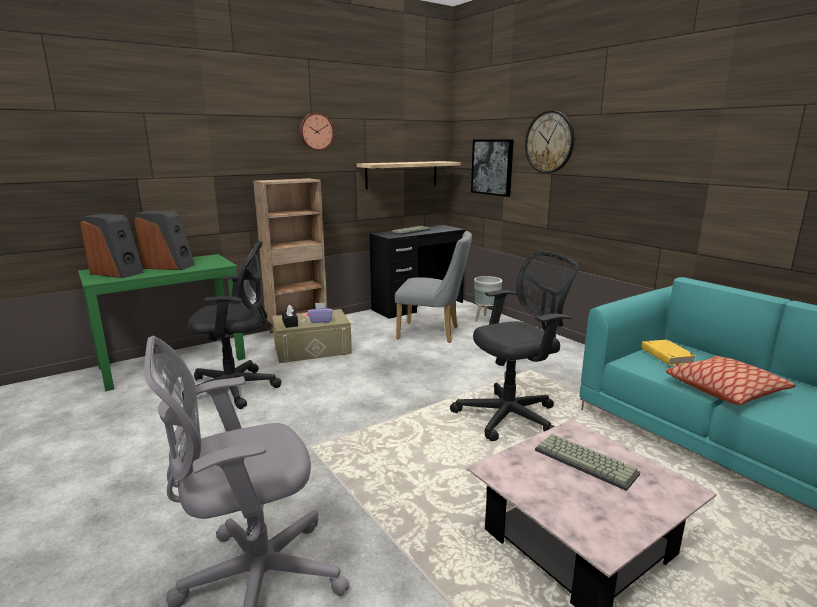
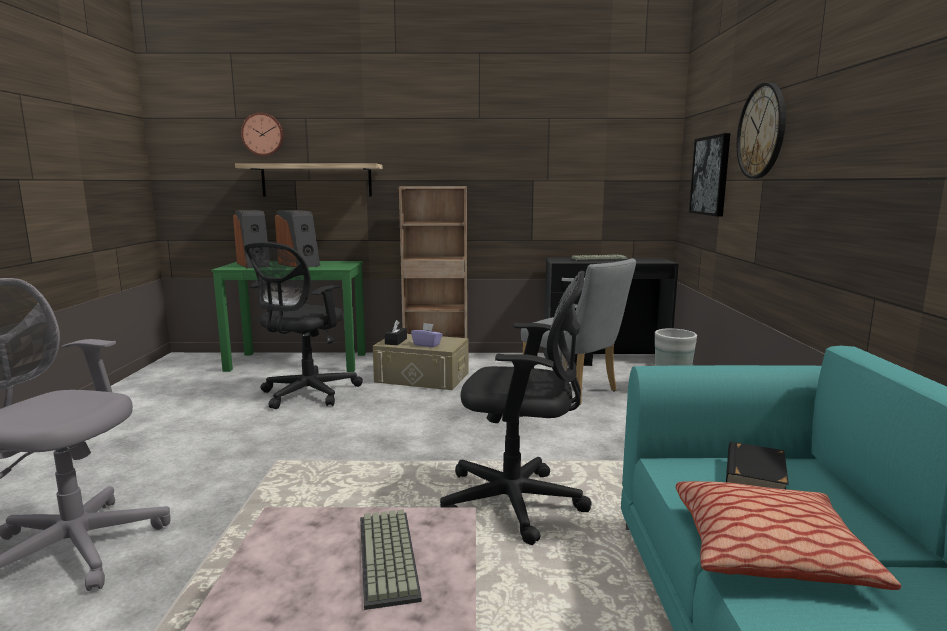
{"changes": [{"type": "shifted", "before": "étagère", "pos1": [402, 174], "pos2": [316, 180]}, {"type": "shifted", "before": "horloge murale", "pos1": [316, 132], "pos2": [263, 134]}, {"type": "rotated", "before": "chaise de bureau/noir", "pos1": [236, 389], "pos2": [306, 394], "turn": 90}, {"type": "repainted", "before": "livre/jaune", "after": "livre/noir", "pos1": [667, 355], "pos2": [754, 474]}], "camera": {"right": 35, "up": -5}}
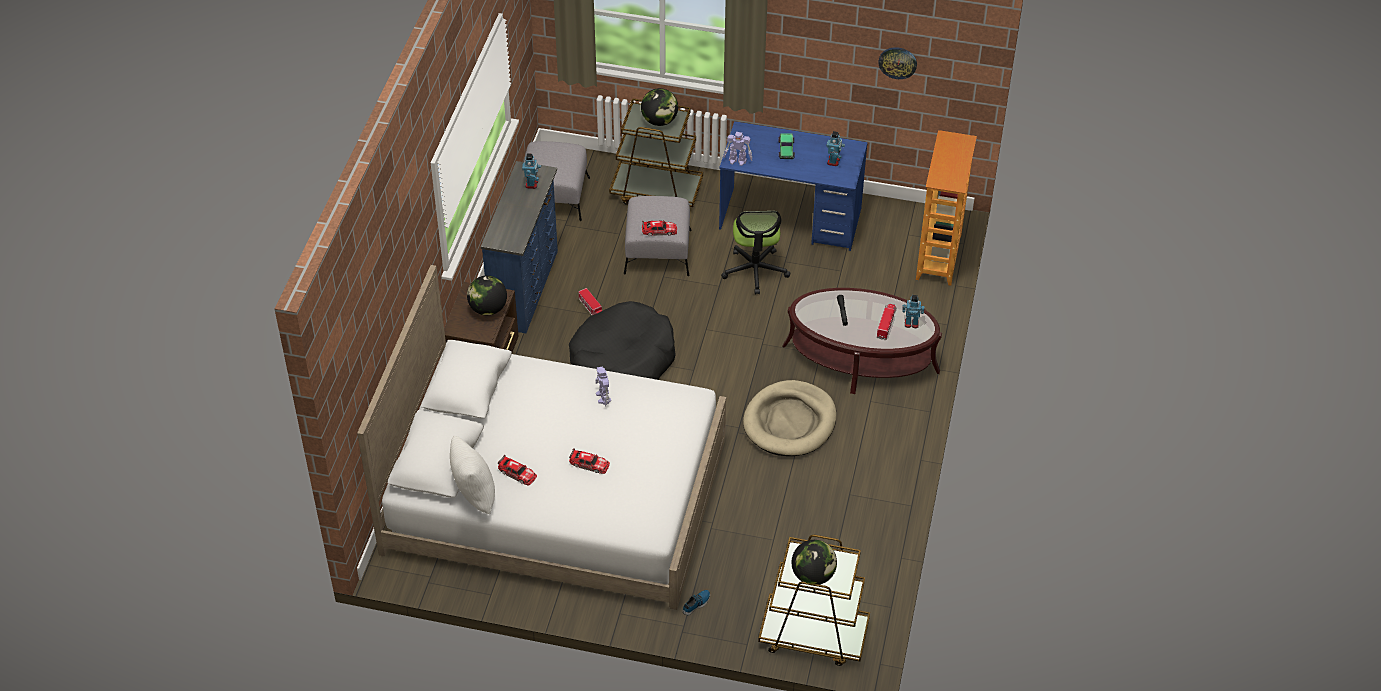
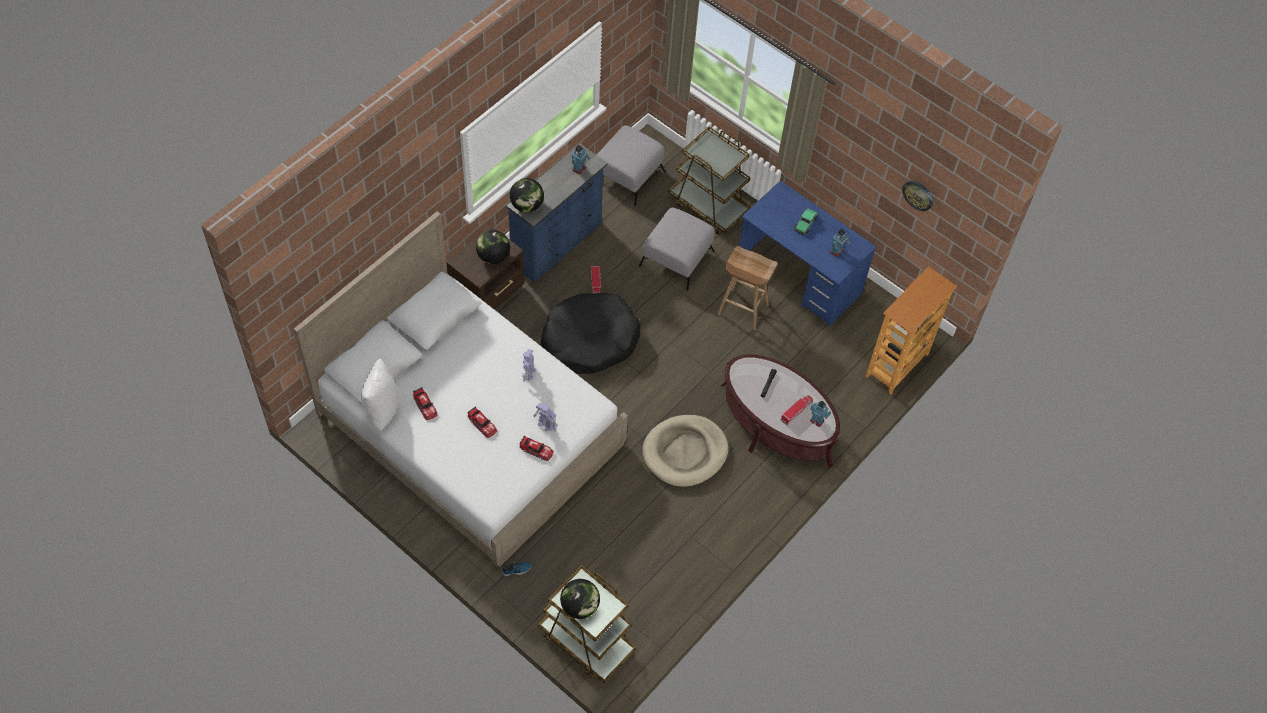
{"changes": [{"type": "shifted", "before": "globe", "pos1": [659, 121], "pos2": [527, 205]}, {"type": "shifted", "before": "petite voiture", "pos1": [659, 230], "pos2": [536, 450]}, {"type": "shifted", "before": "robot jouet", "pos1": [738, 161], "pos2": [546, 425]}, {"type": "swapped", "before": "chaise de bureau", "after": "tabouret/marron", "pos1": [755, 270], "pos2": [742, 309]}], "camera": {"right": 25, "up": 10}}
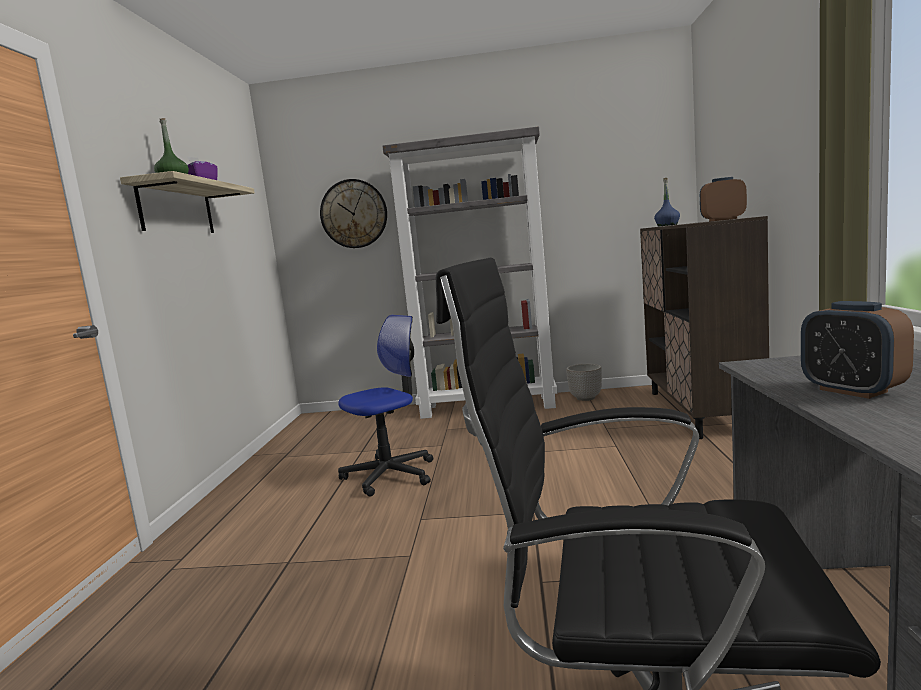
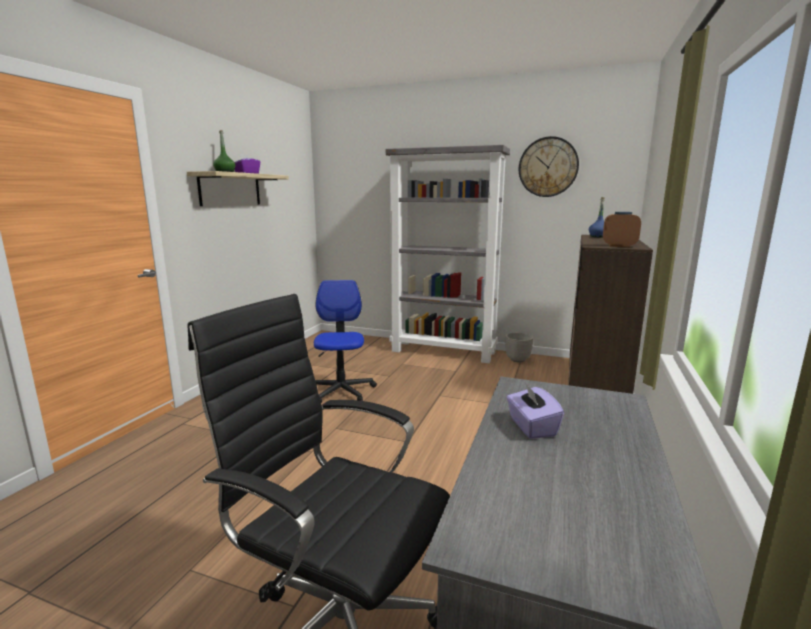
{"changes": [{"type": "rotated", "before": "chaise de bureau", "pos1": [390, 475], "pos2": [341, 391], "turn": -75}, {"type": "swapped", "before": "réveil", "after": "boîte à mouchoirs/violet", "pos1": [852, 391], "pos2": [531, 427]}, {"type": "shifted", "before": "horloge murale", "pos1": [354, 214], "pos2": [548, 167]}], "camera": {"right": 15, "up": 5}}
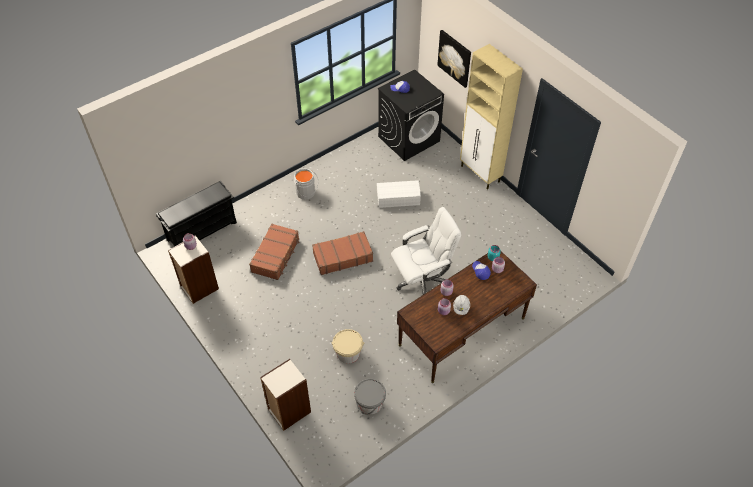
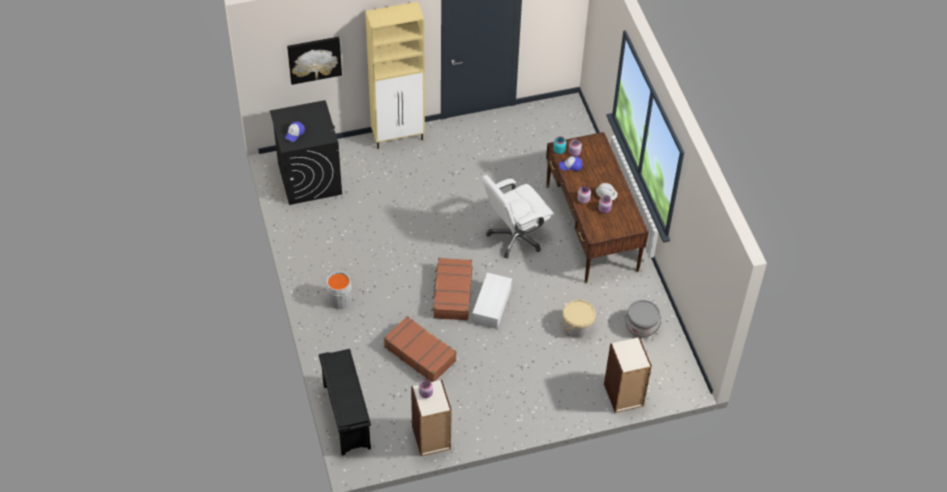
{"changes": [{"type": "shifted", "before": "boîte de rangement/blanc", "pos1": [399, 198], "pos2": [491, 305]}, {"type": "rotated", "before": "chaise de bureau/blanc", "pos1": [422, 280], "pos2": [515, 237], "turn": -120}], "camera": {"right": -70, "up": 0}}
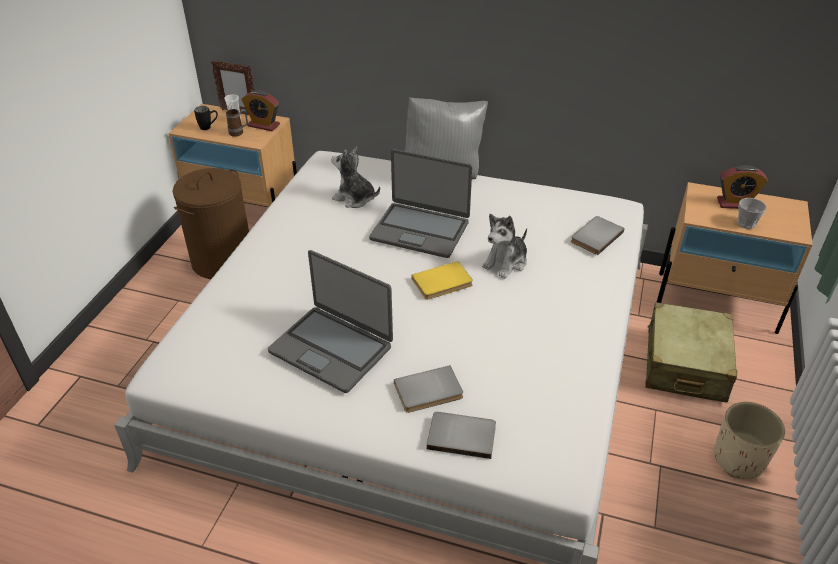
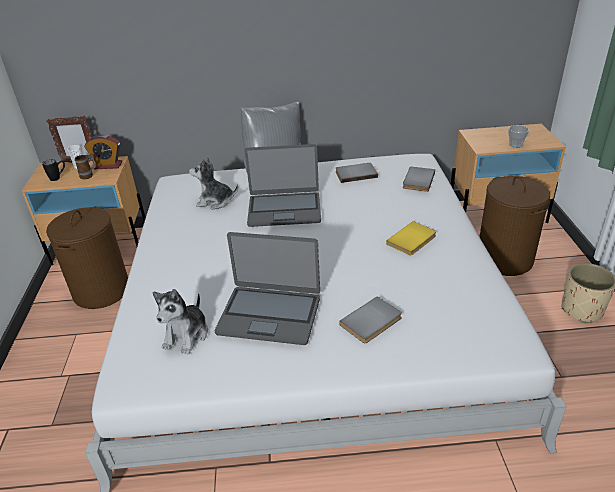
{"changes": [{"type": "shifted", "before": "peluche", "pos1": [506, 263], "pos2": [187, 335]}, {"type": "shifted", "before": "livre/gris", "pos1": [462, 435], "pos2": [355, 173]}, {"type": "shifted", "before": "livre/jaune", "pos1": [443, 283], "pos2": [413, 240]}, {"type": "swapped", "before": "valise/beige", "after": "panier à linge/marron", "pos1": [685, 364], "pos2": [504, 260]}, {"type": "gone", "before": "réveil", "pos1": [735, 203]}], "camera": {"right": -20, "up": -5}}
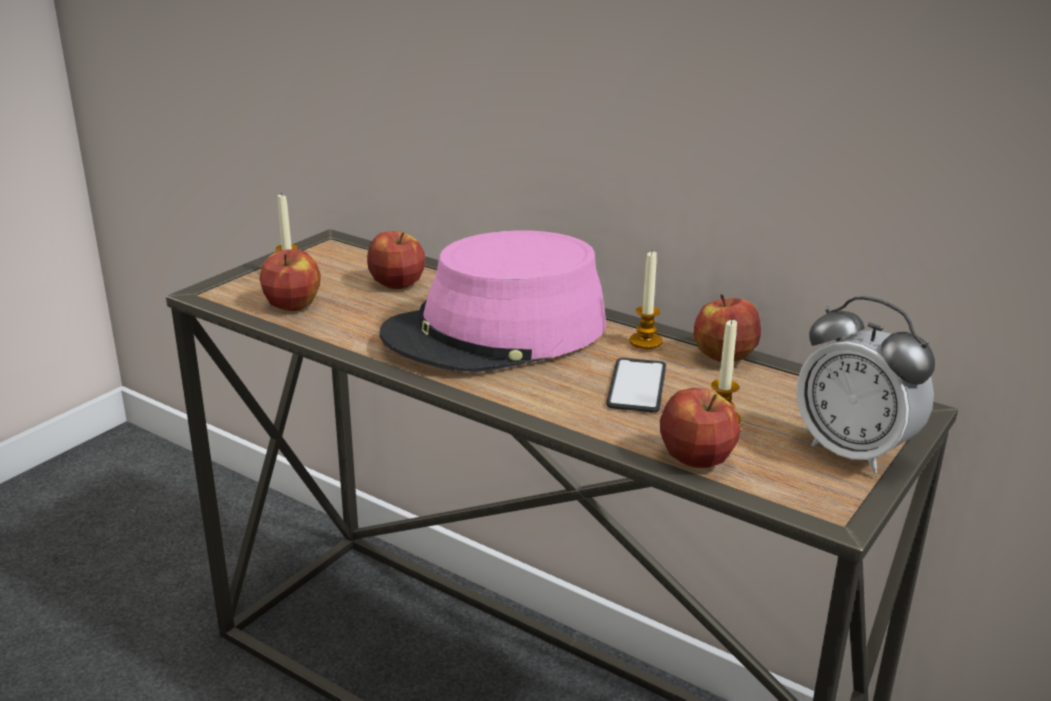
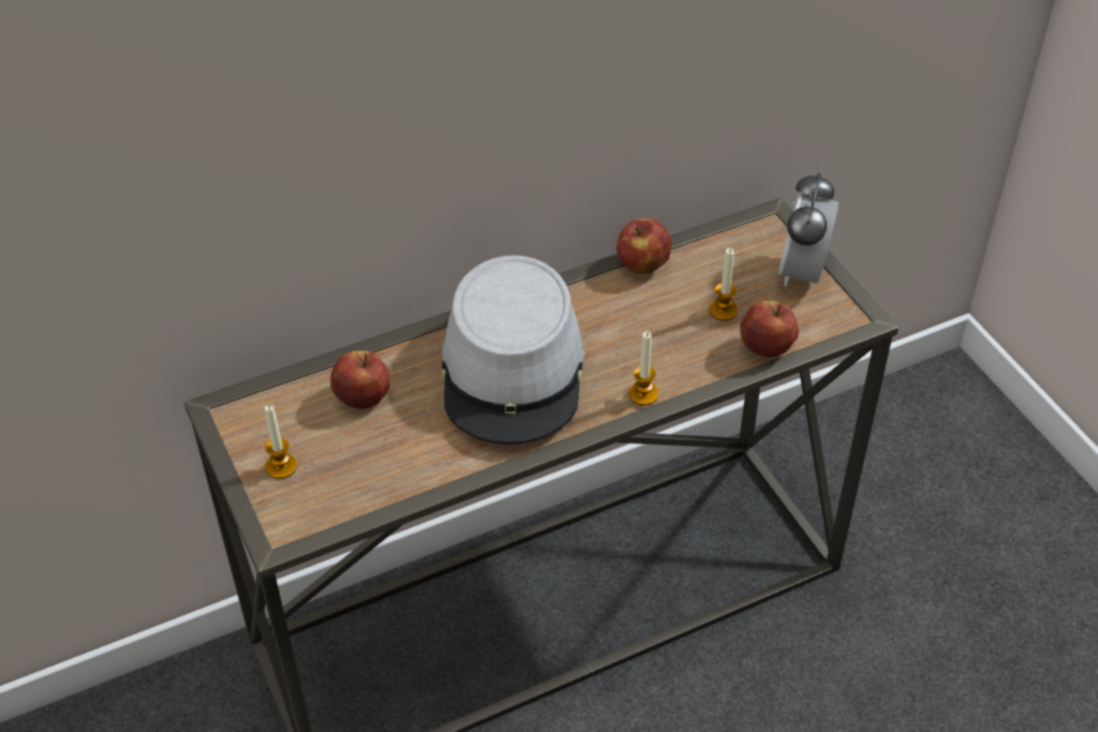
{"changes": [{"type": "repainted", "before": "chapeau/rose", "after": "chapeau/gris", "pos1": [496, 332], "pos2": [513, 370]}, {"type": "shifted", "before": "bougie", "pos1": [645, 341], "pos2": [643, 394]}, {"type": "rotated", "before": "réveil", "pos1": [853, 452], "pos2": [802, 272], "turn": 120}, {"type": "gone", "before": "pomme", "pos1": [294, 305]}, {"type": "gone", "before": "téléphone", "pos1": [637, 387]}], "camera": {"right": -60, "up": 20}}
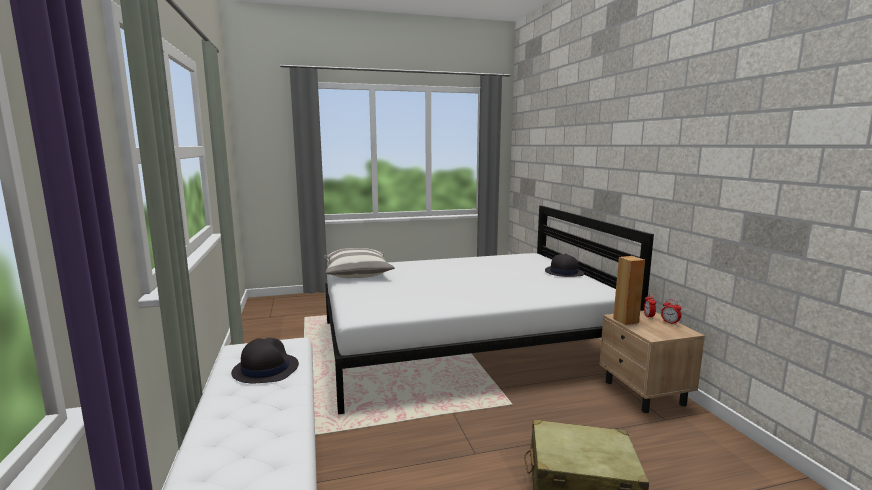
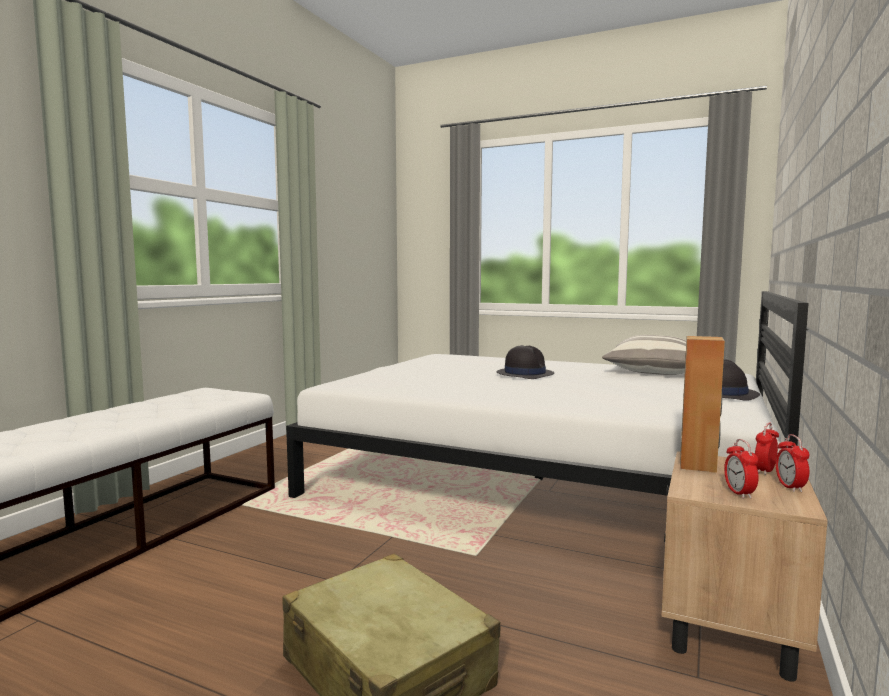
{"changes": [{"type": "shifted", "before": "chapeau/noir", "pos1": [265, 369], "pos2": [524, 374]}, {"type": "shifted", "before": "coussin", "pos1": [357, 274], "pos2": [656, 371]}, {"type": "new", "after": "réveil", "pos2": [739, 493]}], "camera": {"right": 40, "up": -5}}
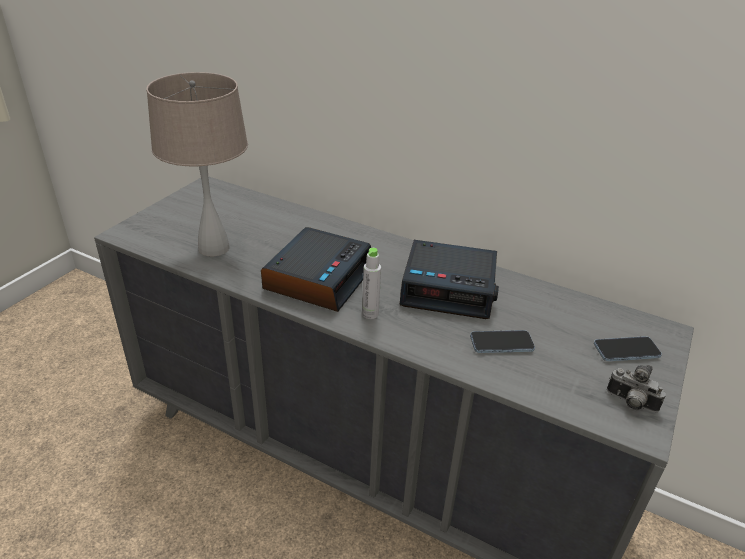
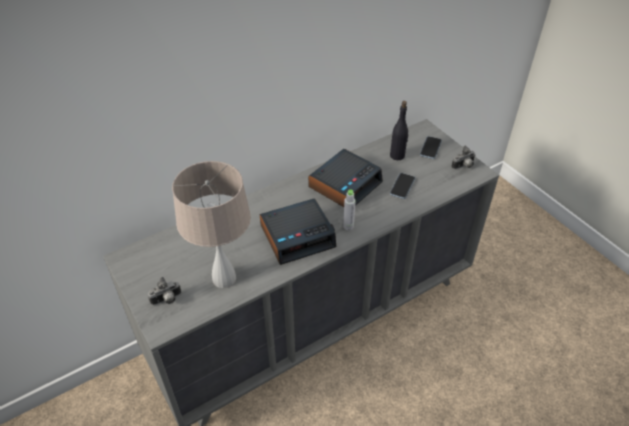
{"changes": [{"type": "new", "after": "appareil photo", "pos2": [167, 300]}, {"type": "rotated", "before": "réveil", "pos1": [319, 278], "pos2": [298, 236], "turn": 105}, {"type": "new", "after": "bouteille/noir", "pos2": [397, 155]}], "camera": {"right": -60, "up": 10}}
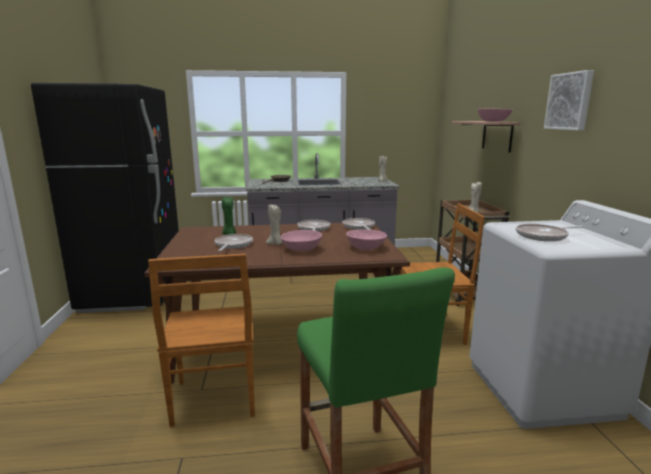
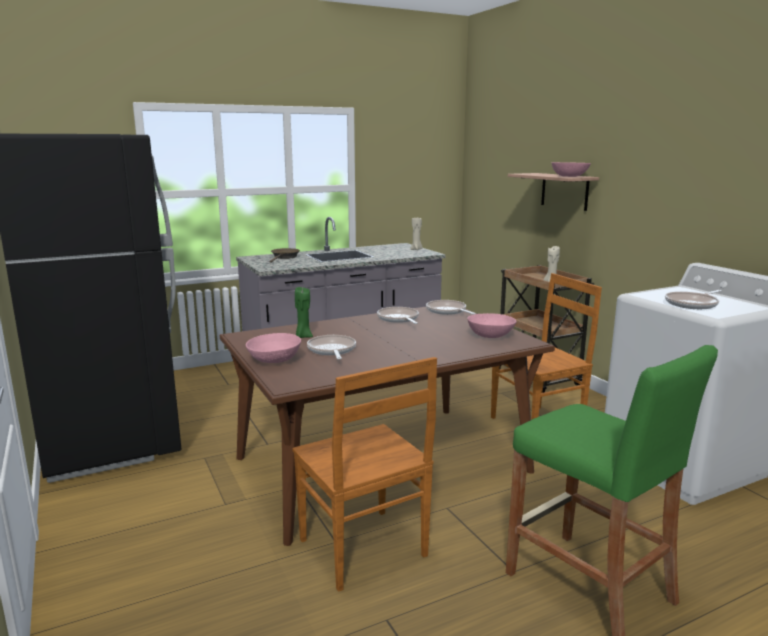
{"changes": [{"type": "shifted", "before": "bol/rose", "pos1": [301, 249], "pos2": [274, 359]}, {"type": "gone", "before": "bougie/beige", "pos1": [276, 244]}, {"type": "gone", "before": "tableau", "pos1": [570, 101]}], "camera": {"right": -20, "up": 0}}
